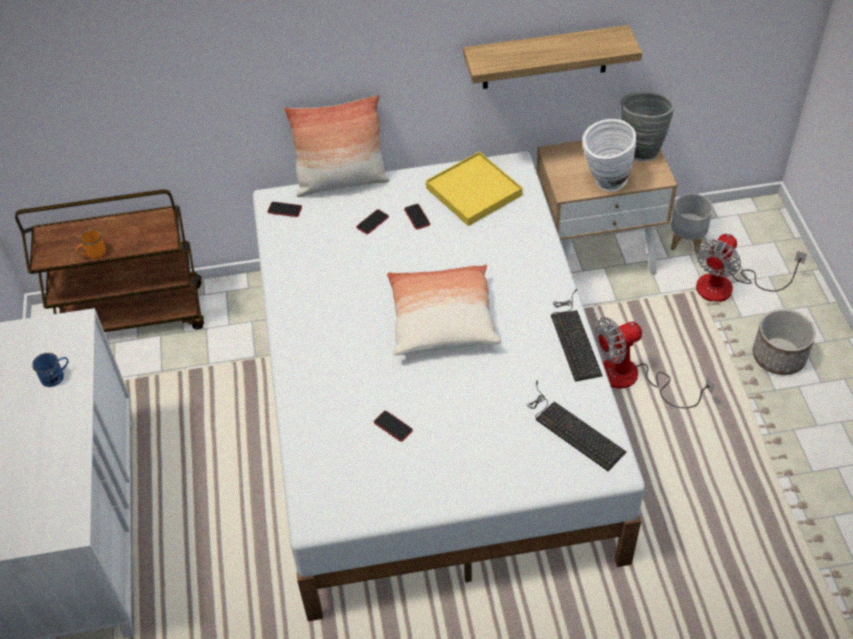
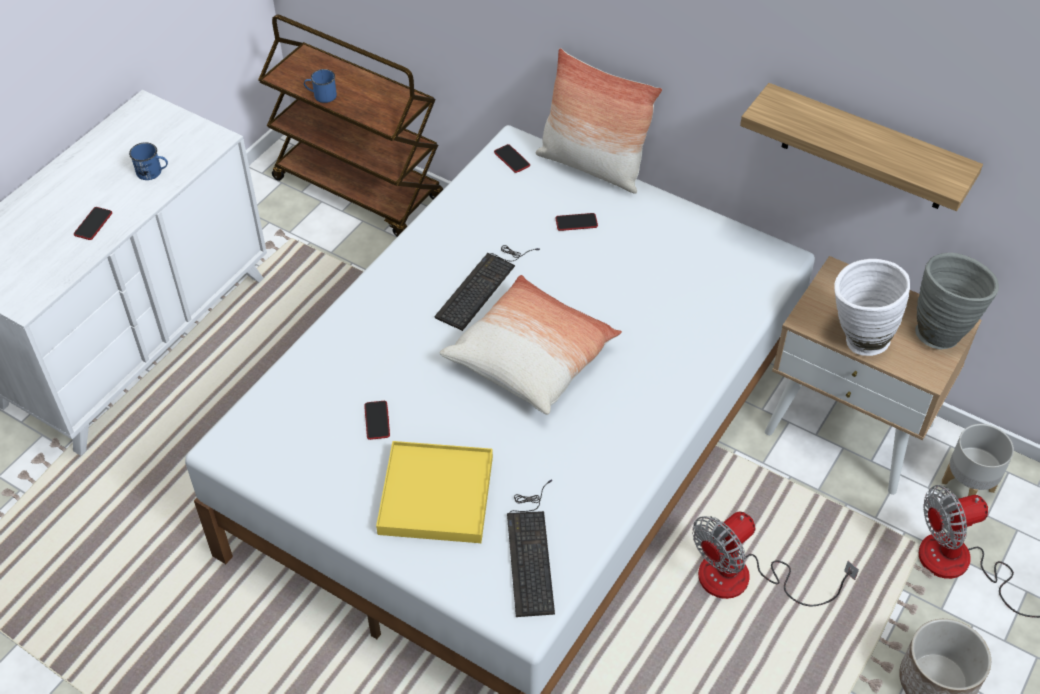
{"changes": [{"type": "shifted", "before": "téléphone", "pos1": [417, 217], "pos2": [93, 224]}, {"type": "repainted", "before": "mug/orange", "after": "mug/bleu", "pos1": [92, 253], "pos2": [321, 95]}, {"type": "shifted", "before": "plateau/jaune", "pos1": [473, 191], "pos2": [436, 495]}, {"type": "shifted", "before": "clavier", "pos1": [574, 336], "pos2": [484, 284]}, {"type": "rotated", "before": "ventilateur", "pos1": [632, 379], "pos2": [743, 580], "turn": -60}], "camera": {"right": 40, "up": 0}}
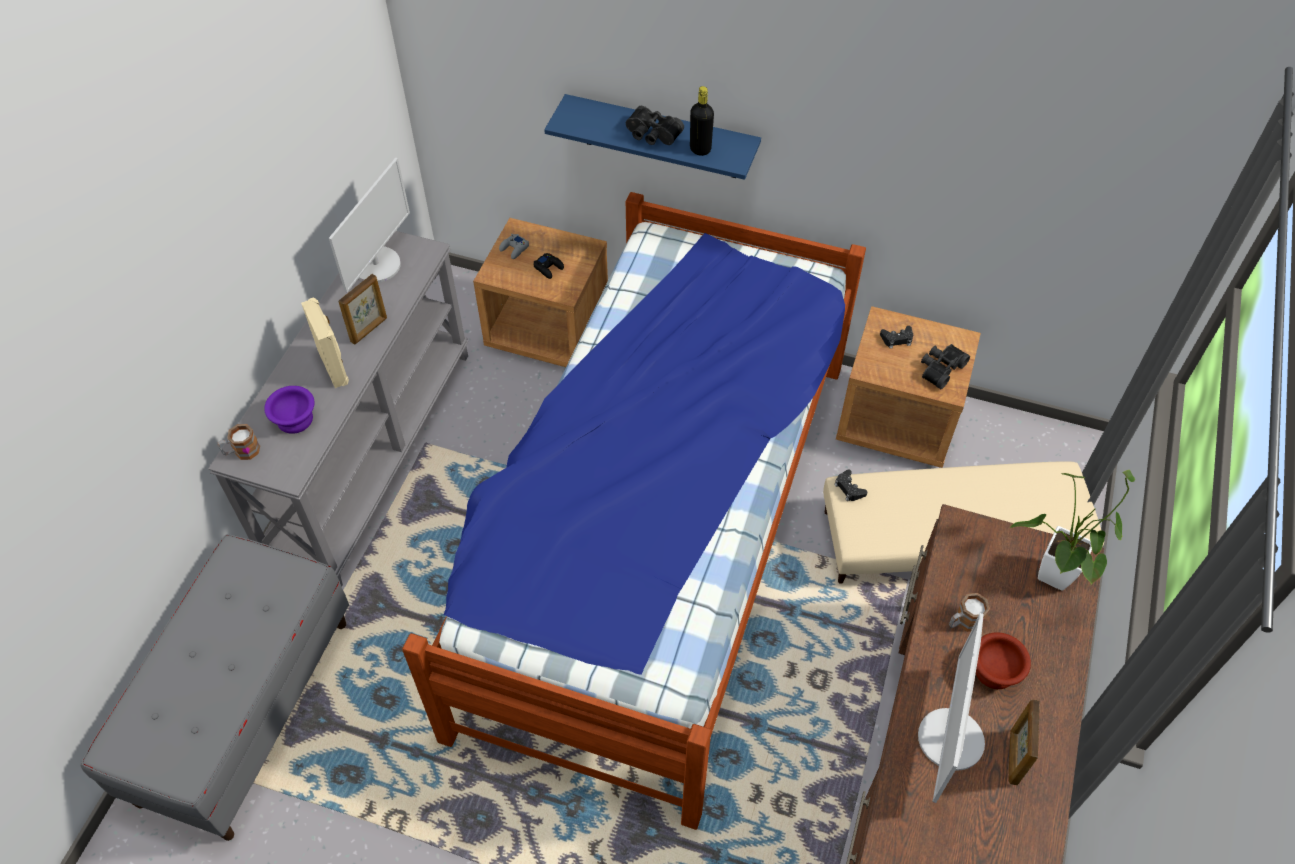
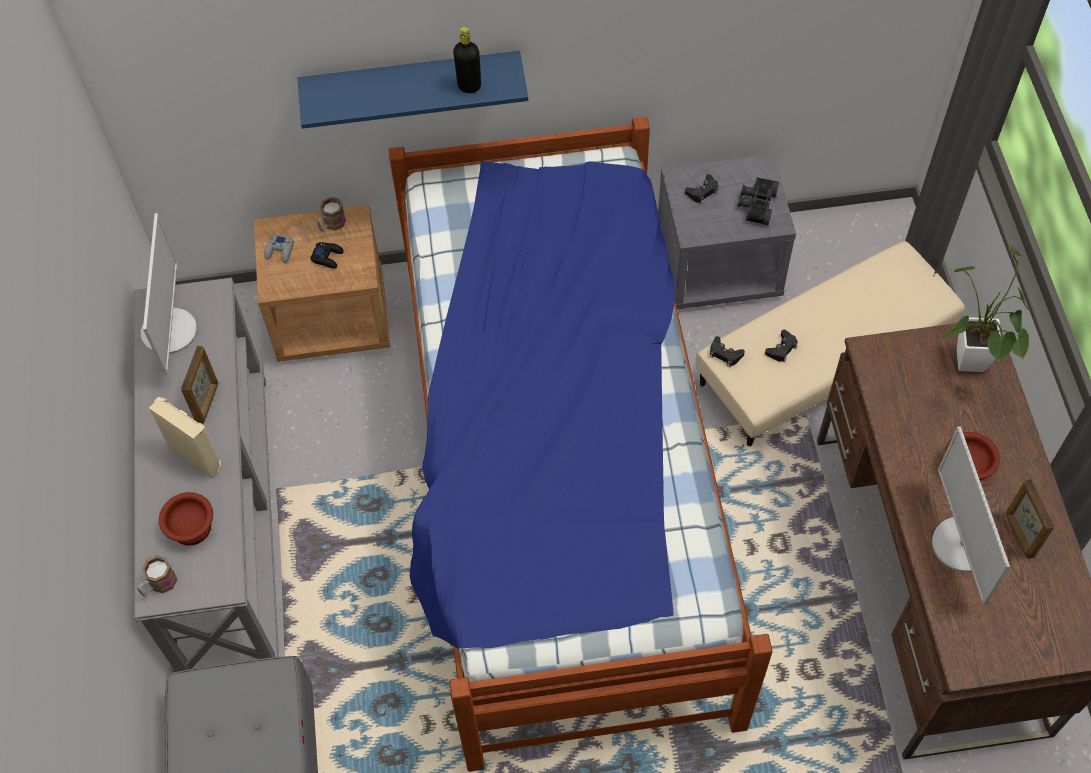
{"changes": [{"type": "repainted", "before": "bol/violet", "after": "bol/marron", "pos1": [295, 420], "pos2": [192, 529]}, {"type": "shifted", "before": "mug", "pos1": [963, 622], "pos2": [331, 224]}, {"type": "repainted", "before": "table de chevet/marron", "after": "table de chevet/gris", "pos1": [897, 421], "pos2": [718, 267]}, {"type": "new", "after": "manette/noir", "pos2": [782, 349]}, {"type": "gone", "before": "jumelles/noir", "pos1": [652, 135]}], "camera": {"right": -25, "up": 5}}
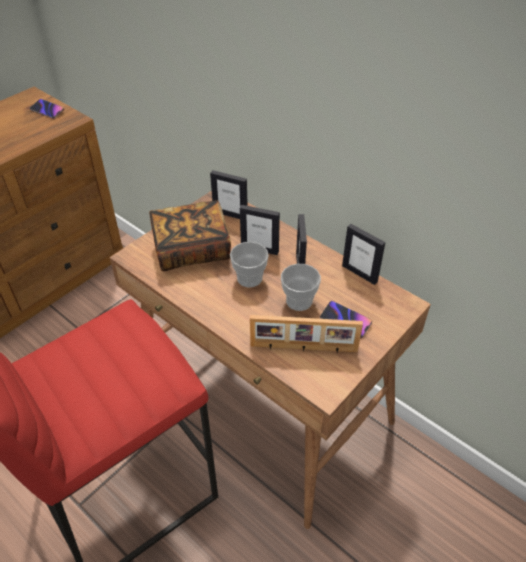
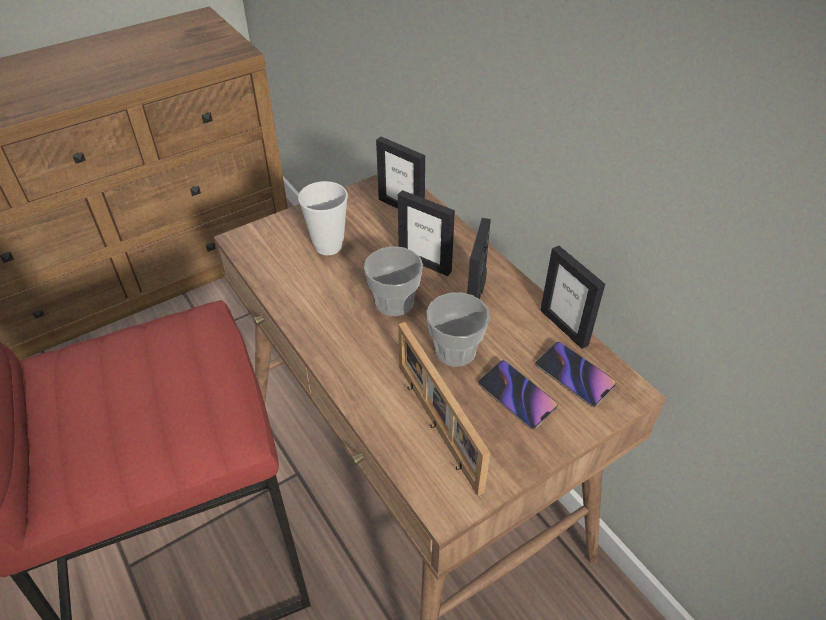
{"changes": [{"type": "swapped", "before": "livre", "after": "tasse", "pos1": [192, 249], "pos2": [328, 246]}, {"type": "rotated", "before": "cadre photo", "pos1": [303, 348], "pos2": [436, 426], "turn": 45}, {"type": "shifted", "before": "téléphone", "pos1": [47, 110], "pos2": [574, 376]}], "camera": {"right": 15, "up": 0}}
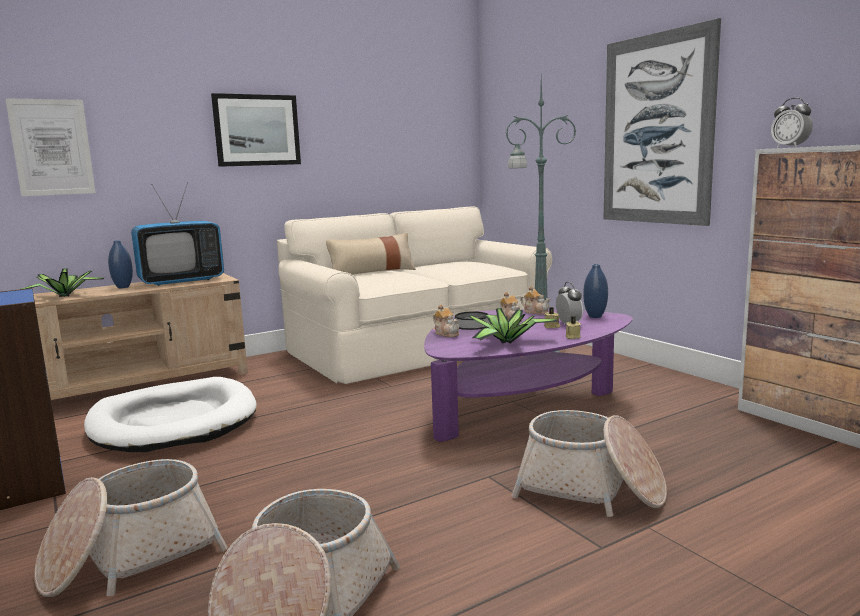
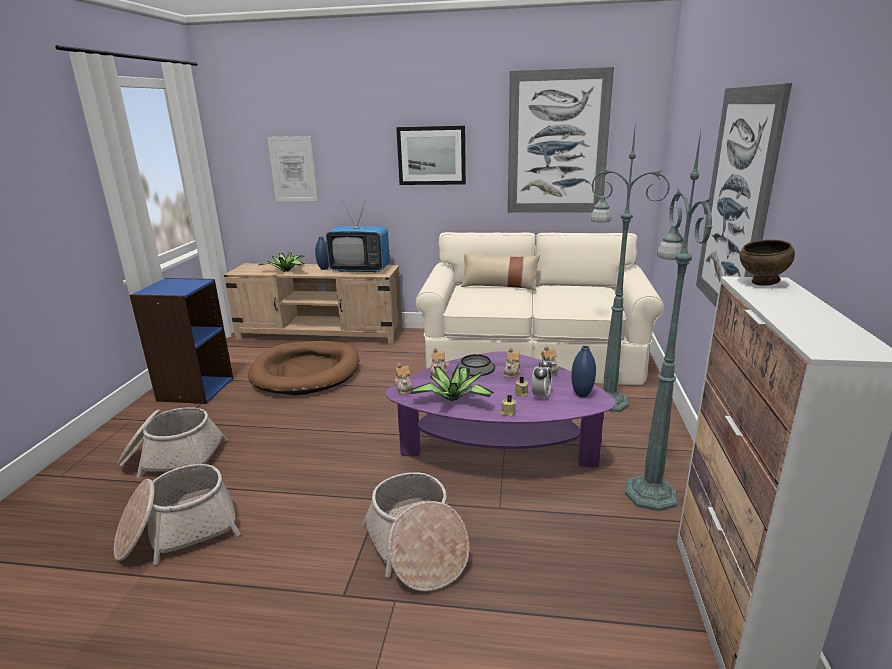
{"changes": [{"type": "repainted", "before": "panier pour chien/blanc", "after": "panier pour chien/marron", "pos1": [174, 422], "pos2": [306, 371]}, {"type": "new", "after": "théière", "pos2": [404, 388]}, {"type": "new", "after": "tableau", "pos2": [557, 143]}, {"type": "new", "after": "lampadaire/vert", "pos2": [650, 492]}, {"type": "swapped", "before": "réveil", "after": "bol/marron", "pos1": [790, 147], "pos2": [762, 284]}], "camera": {"right": 40, "up": 10}}
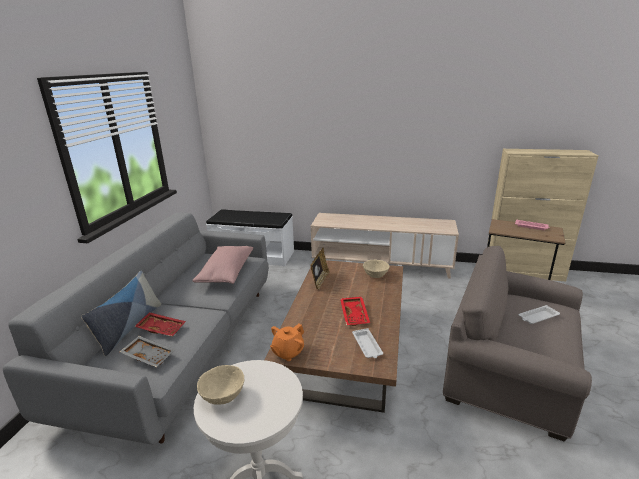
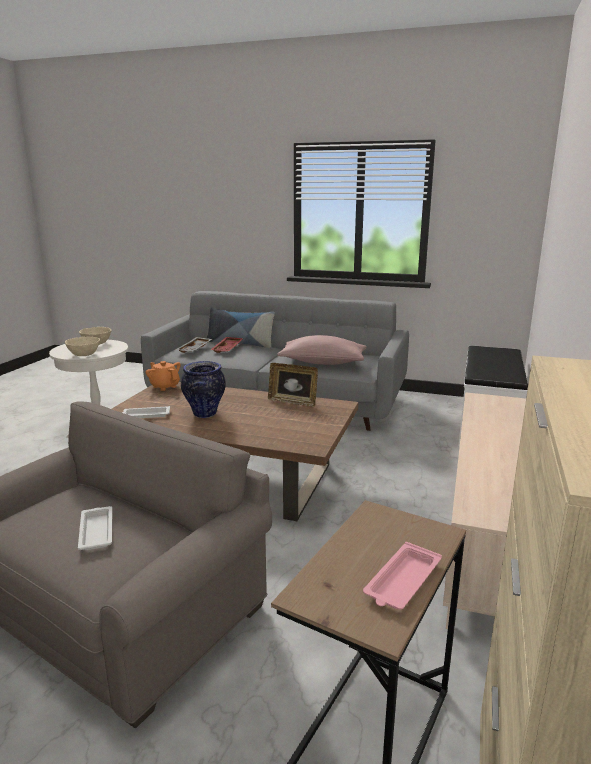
{"changes": [{"type": "shifted", "before": "bol/beige", "pos1": [375, 275], "pos2": [84, 355]}, {"type": "swapped", "before": "plateau/rouge", "after": "vase", "pos1": [355, 315], "pos2": [205, 414]}], "camera": {"right": 95, "up": -5}}
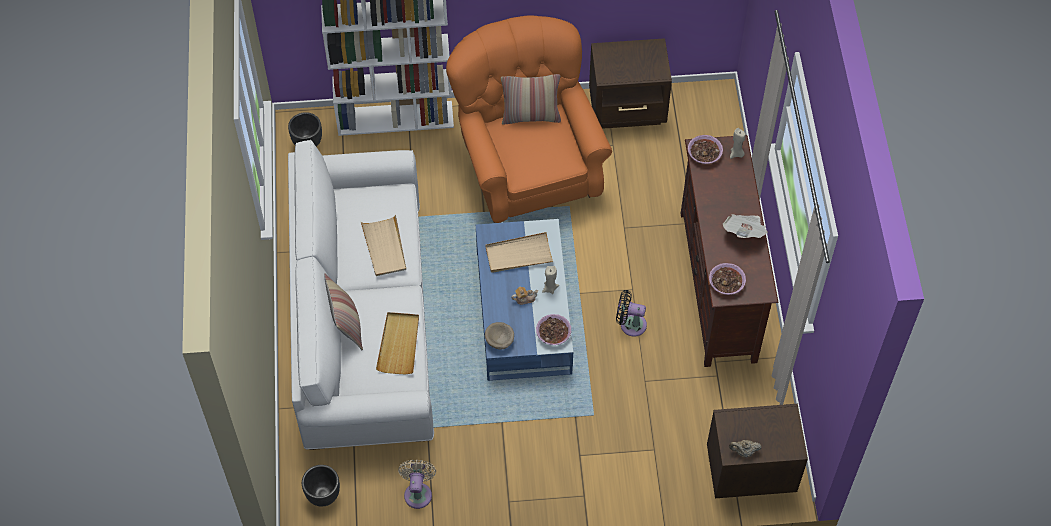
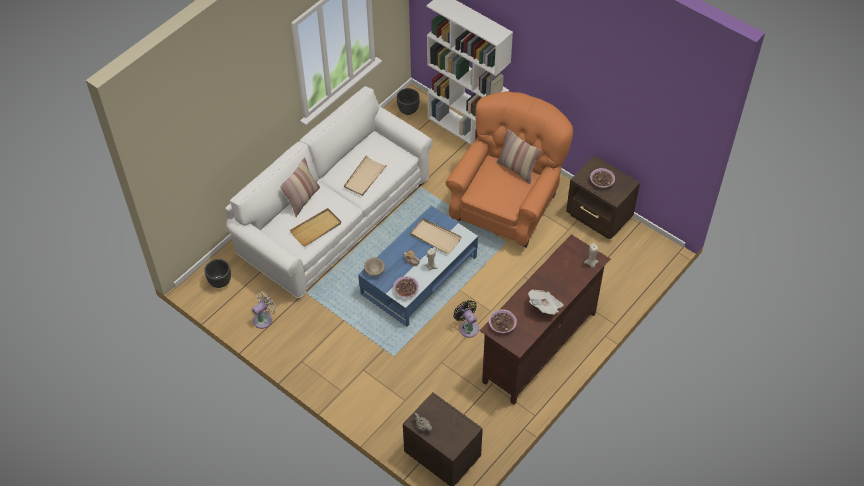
{"changes": [{"type": "shifted", "before": "bol", "pos1": [704, 154], "pos2": [601, 181]}], "camera": {"right": 45, "up": -5}}
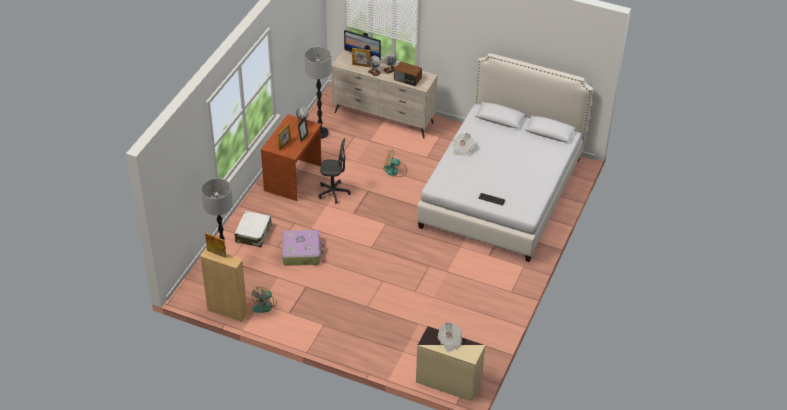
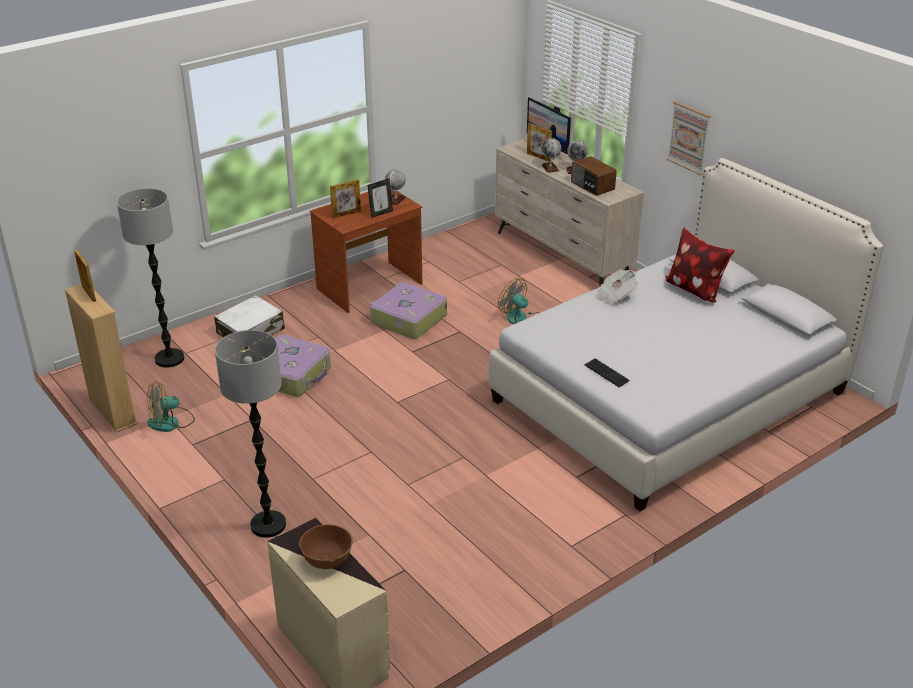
{"changes": [{"type": "shifted", "before": "lampadaire", "pos1": [320, 133], "pos2": [268, 525]}, {"type": "swapped", "before": "journal", "after": "bol/marron", "pos1": [449, 342], "pos2": [327, 559]}, {"type": "swapped", "before": "chaise de bureau/gris", "after": "valise", "pos1": [333, 193], "pos2": [408, 319]}, {"type": "new", "after": "coussin", "pos2": [694, 289]}, {"type": "new", "after": "tableau", "pos2": [689, 137]}], "camera": {"right": 30, "up": -10}}
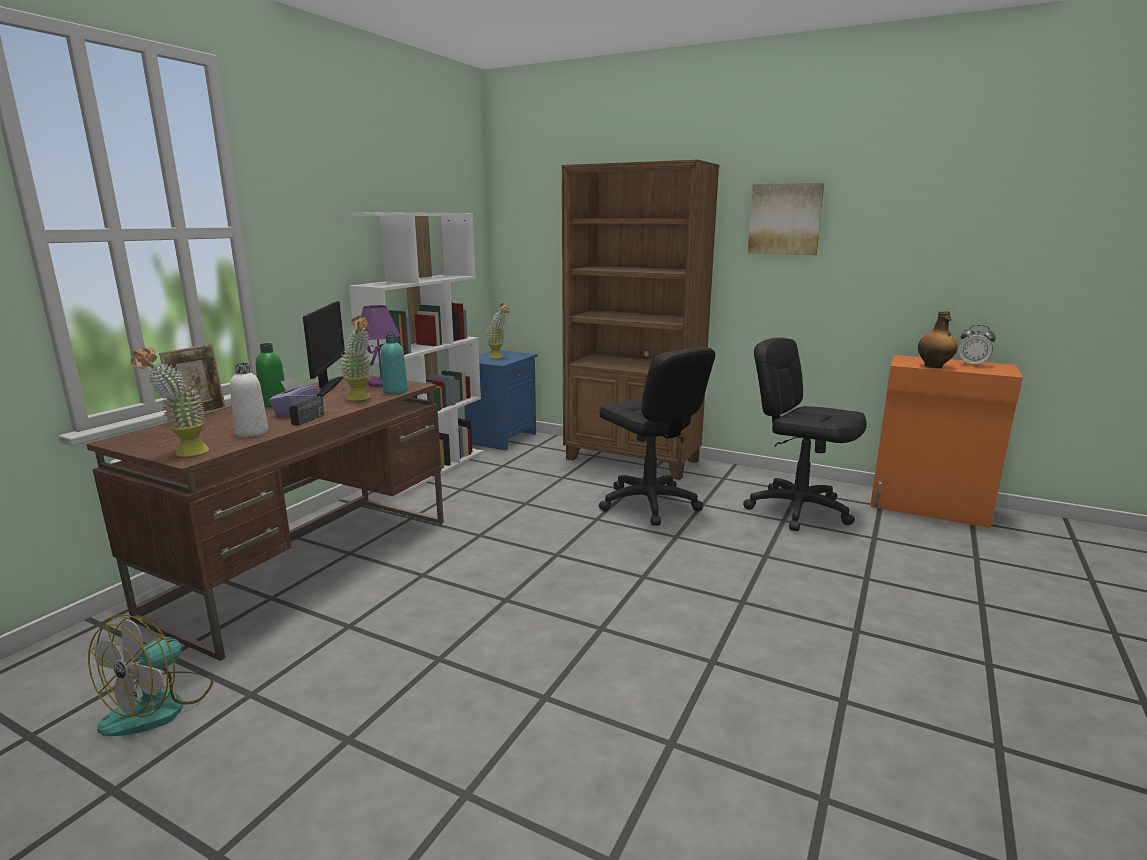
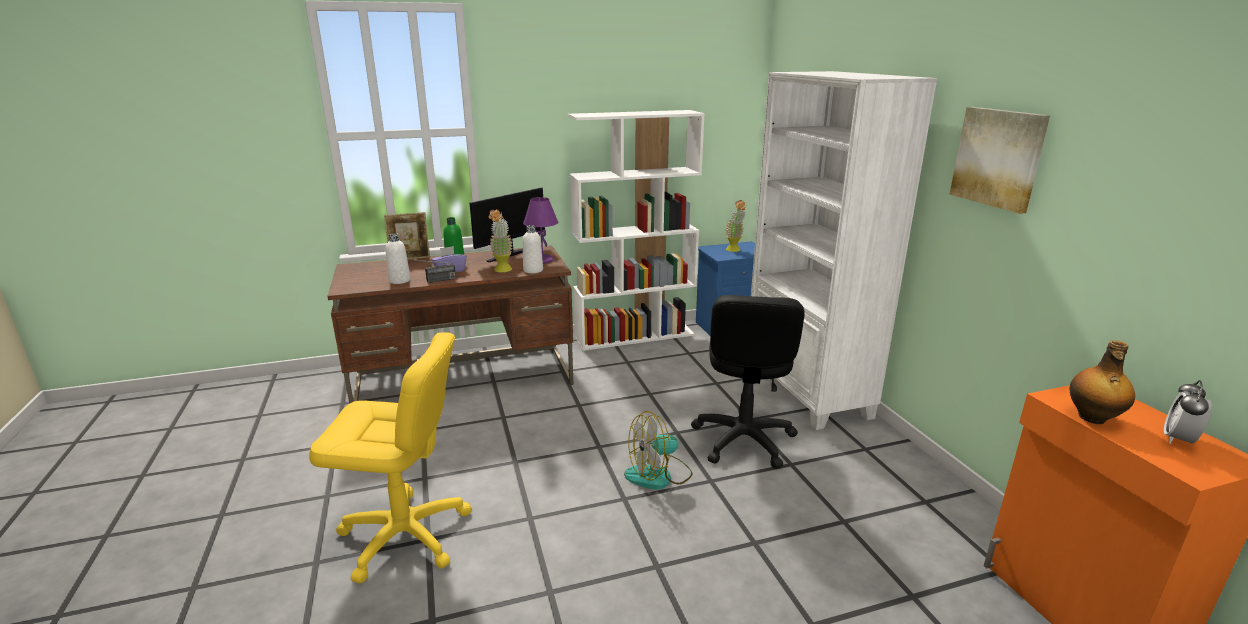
{"changes": [{"type": "new", "after": "chaise de bureau/jaune", "pos2": [405, 536]}, {"type": "repainted", "before": "bouteille/turquoise", "after": "bouteille/blanc", "pos1": [395, 391], "pos2": [533, 270]}, {"type": "shifted", "before": "ventilateur", "pos1": [159, 705], "pos2": [658, 475]}, {"type": "repainted", "before": "bibliothèque/marron", "after": "bibliothèque/blanc", "pos1": [632, 460], "pos2": [806, 392]}, {"type": "rotated", "before": "réveil", "pos1": [972, 365], "pos2": [1178, 439], "turn": 45}, {"type": "gone", "before": "plante en pot", "pos1": [183, 453]}, {"type": "gone", "before": "chaise de bureau/noir", "pos1": [798, 509]}], "camera": {"right": 45, "up": 5}}
